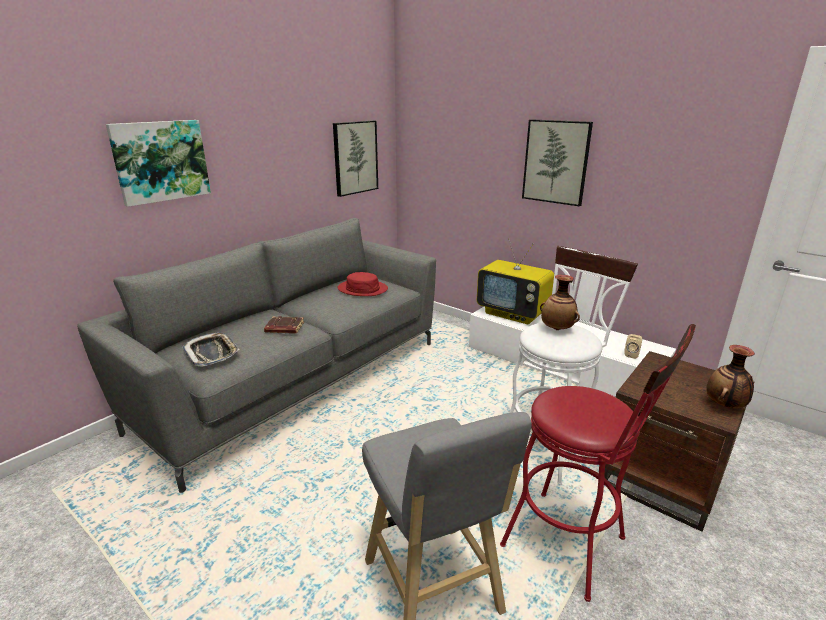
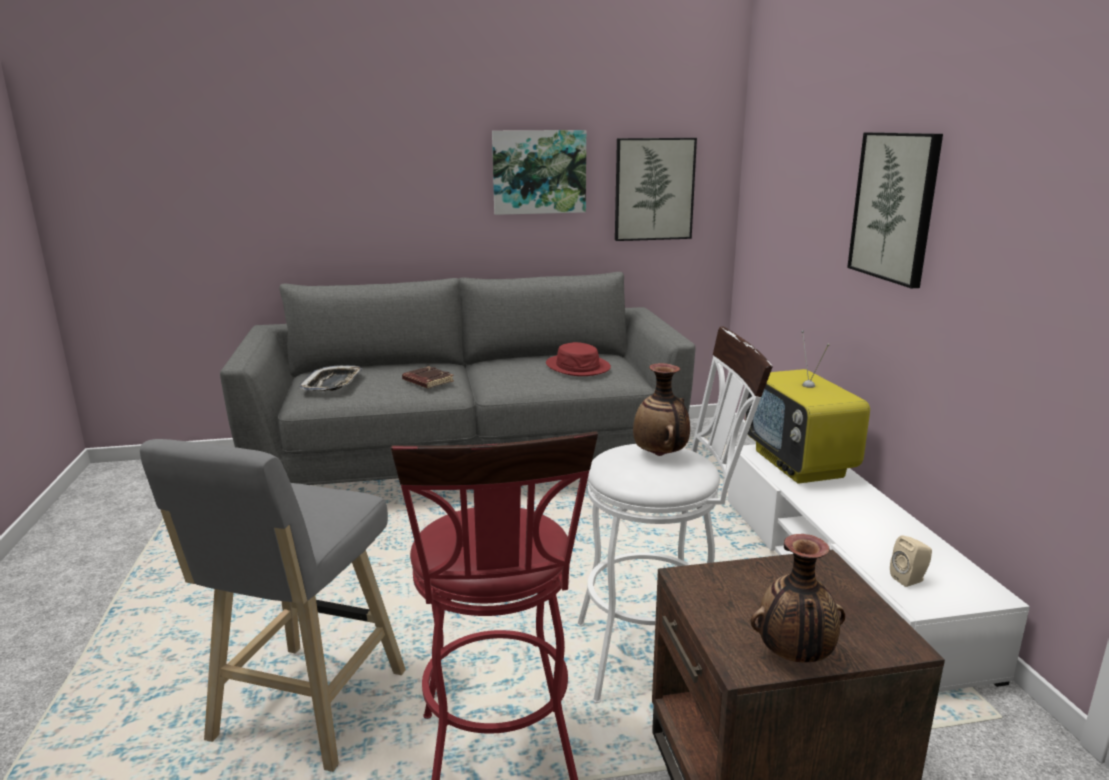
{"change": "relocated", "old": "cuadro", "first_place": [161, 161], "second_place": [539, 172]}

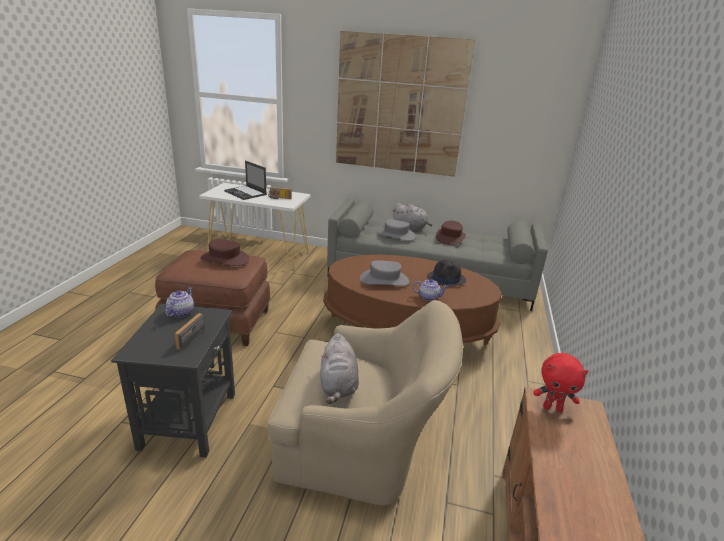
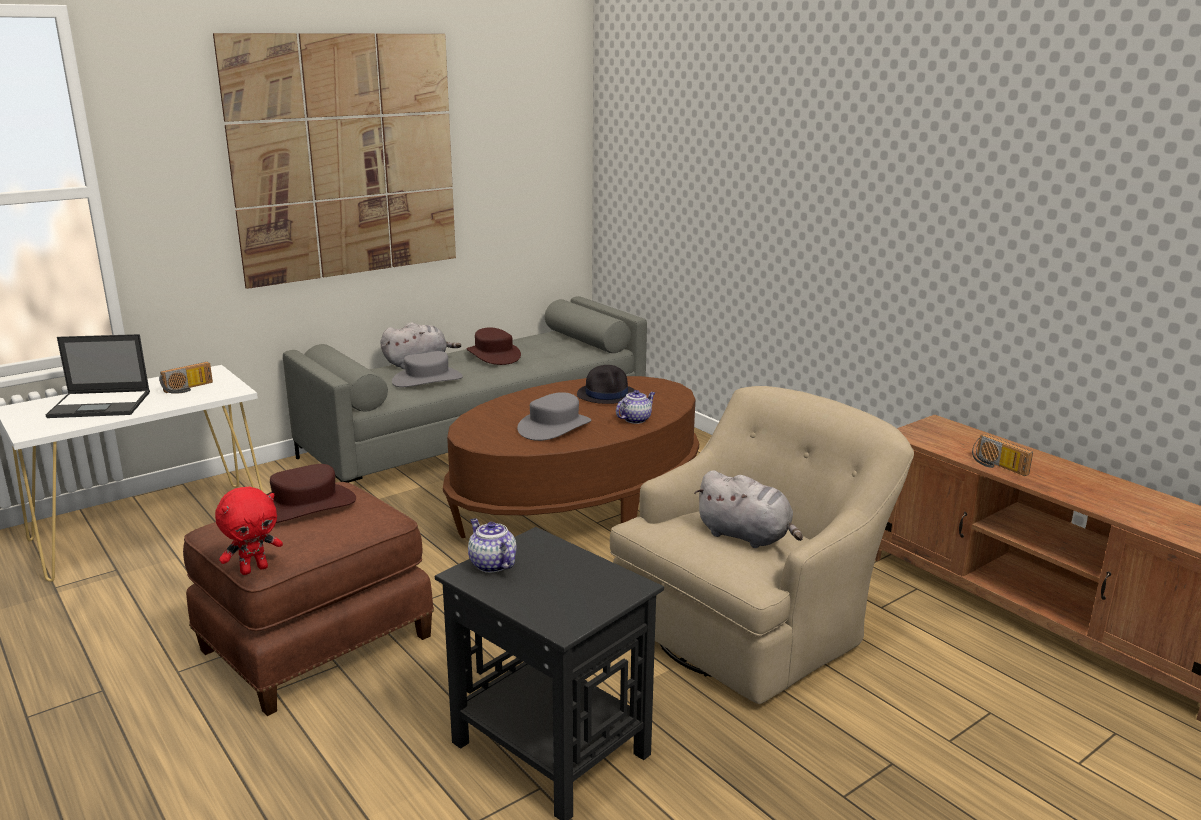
{"change": "relocated", "old": "radio", "first_place": [188, 337], "second_place": [997, 466]}
{"change": "relocated", "old": "peluche (rojo)", "first_place": [552, 408], "second_place": [254, 569]}

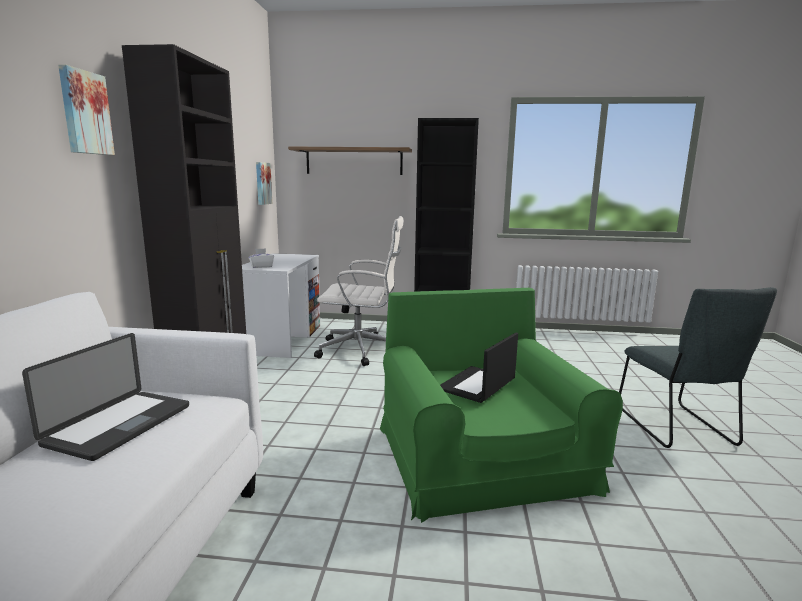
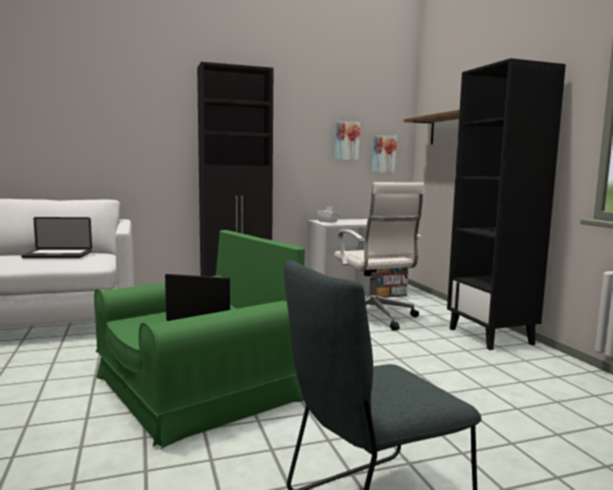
{"change": "relocated", "old": "cuadro", "first_place": [84, 113], "second_place": [346, 141]}

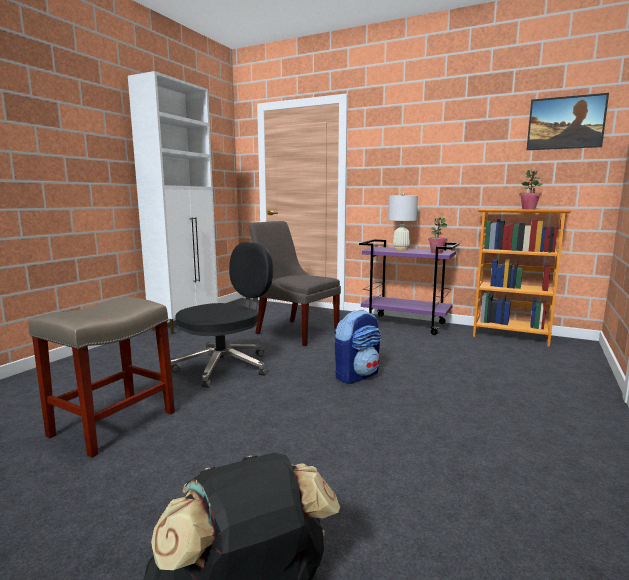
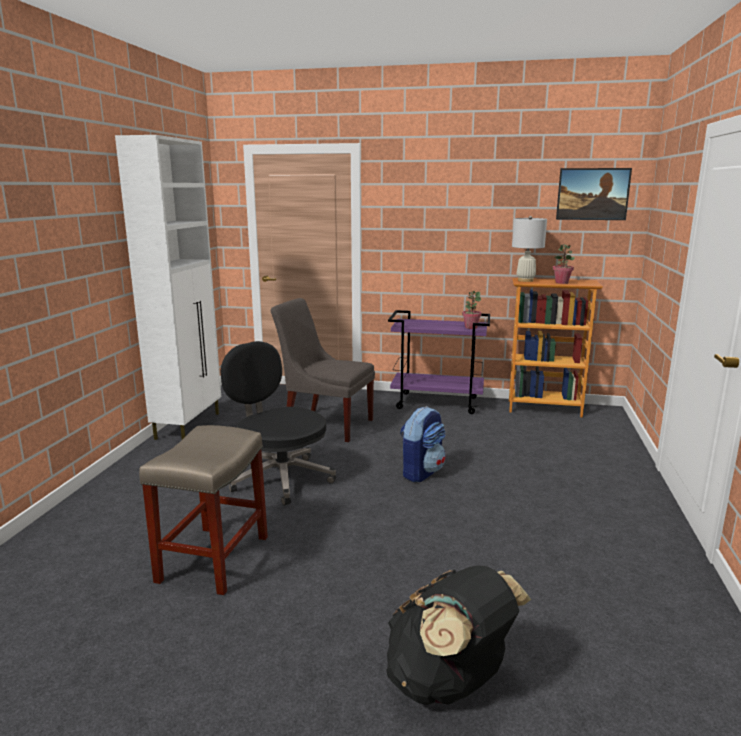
{"change": "relocated", "old": "lámpara de mesa (blanco)", "first_place": [401, 249], "second_place": [525, 280]}
{"change": "spun", "old": "silla de oficina (negro)", "first_place": [225, 367], "second_place": [280, 478], "degrees": -75}

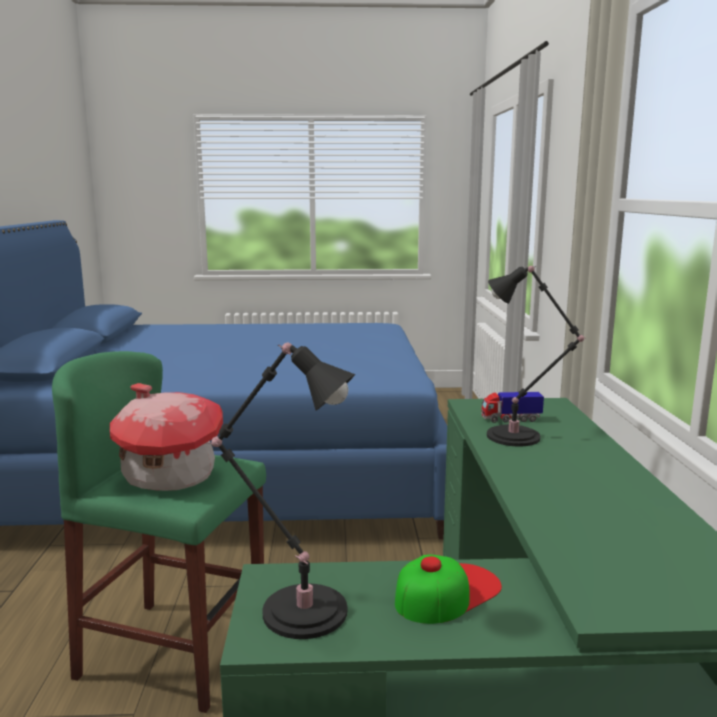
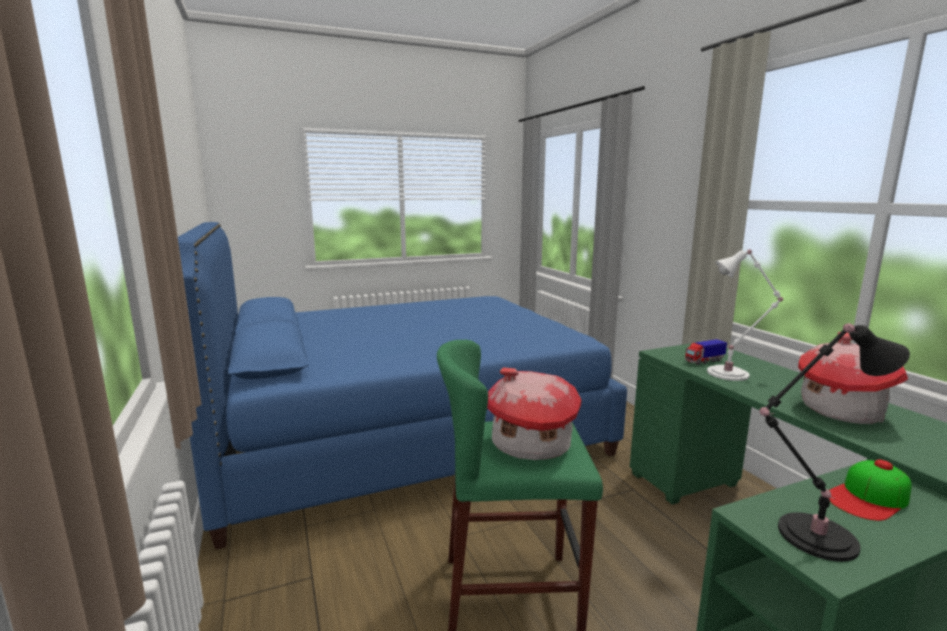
{"change": "colour", "old": "lámpara de mesa (negro)", "new": "lámpara de mesa (blanco)", "first_place": [518, 437], "second_place": [731, 373]}
{"change": "spun", "old": "gorra", "first_place": [447, 592], "second_place": [868, 497], "degrees": -150}
{"change": "appeared", "new": "casita", "second_place": [841, 410]}

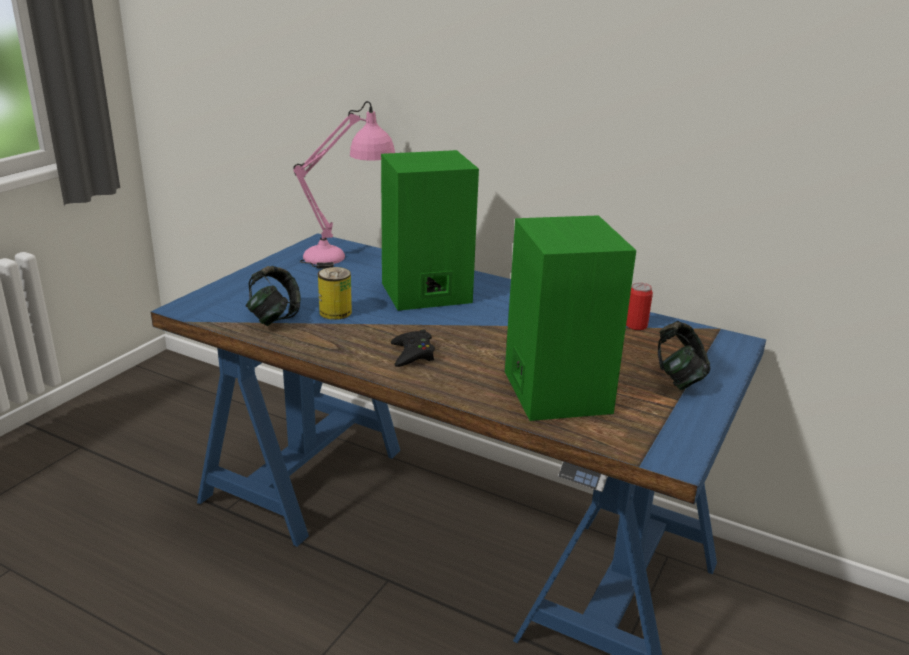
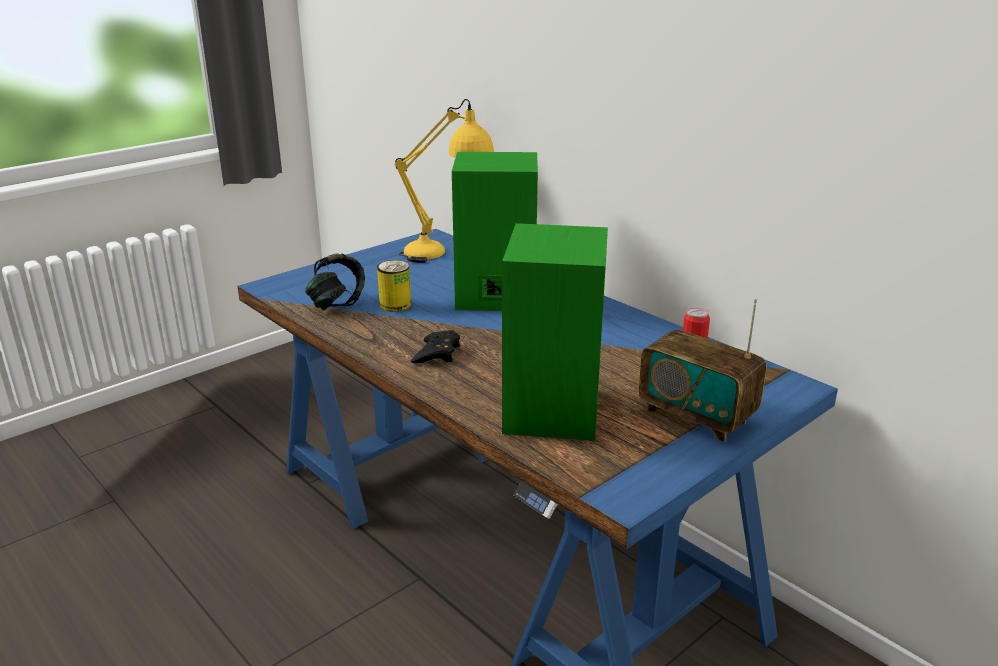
{"change": "colour", "old": "lámpara de mesa (rosa)", "new": "lámpara de mesa (amarillo)", "first_place": [347, 256], "second_place": [446, 253]}
{"change": "exchanged", "old": "auriculares", "new": "radio", "first_place": [679, 379], "second_place": [696, 416]}

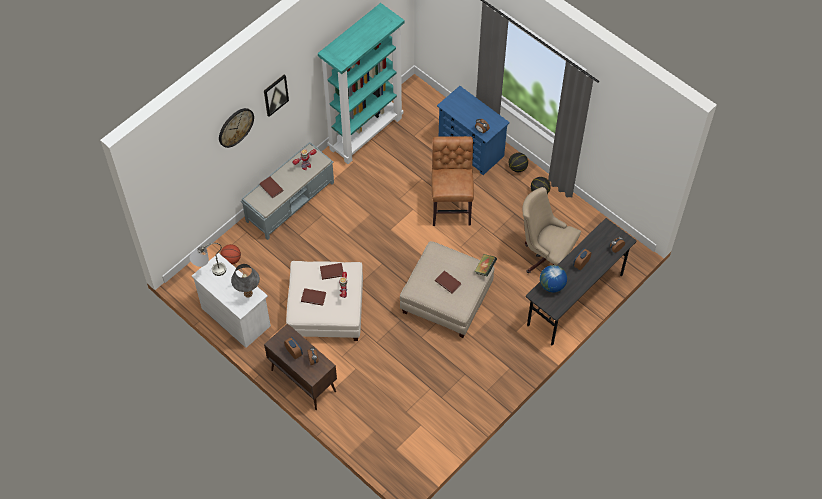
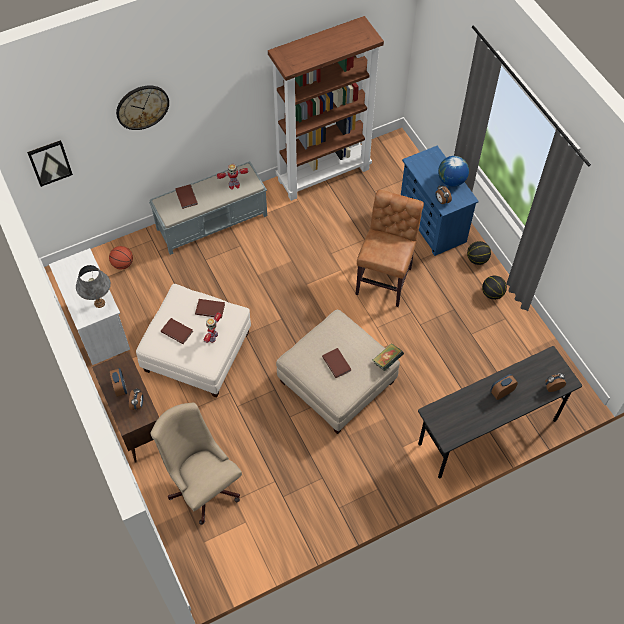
{"change": "colour", "old": "estantería (turquesa)", "new": "estantería (marrón)", "first_place": [365, 133], "second_place": [324, 174]}
{"change": "relocated", "old": "cuadro", "first_place": [275, 95], "second_place": [50, 162]}
{"change": "relocated", "old": "silla de oficina (beis)", "first_place": [545, 256], "second_place": [202, 484]}
{"change": "missing", "old": "lámpara de mesa (gris)", "first_place": [209, 271]}
{"change": "relocated", "old": "globo terráqueo", "first_place": [552, 285], "second_place": [451, 180]}

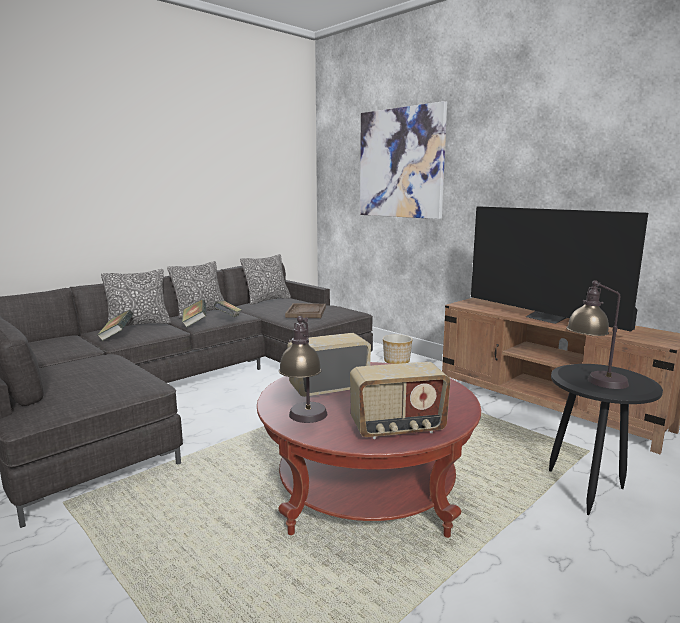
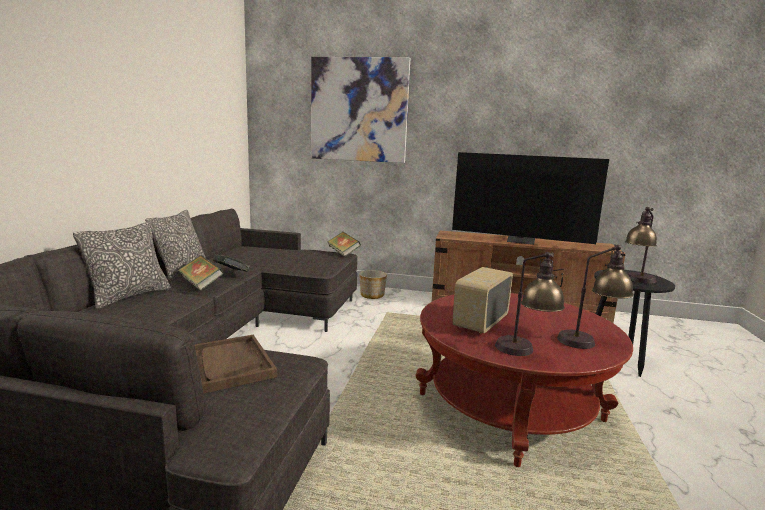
{"change": "missing", "old": "cojín", "first_place": [267, 300]}
{"change": "relocated", "old": "bandeja (marrón)", "first_place": [306, 312], "second_place": [229, 364]}
{"change": "relocated", "old": "libro", "first_place": [116, 336], "second_place": [343, 253]}
{"change": "exchanged", "old": "radio", "new": "lámpara de mesa", "first_place": [398, 429], "second_place": [589, 341]}

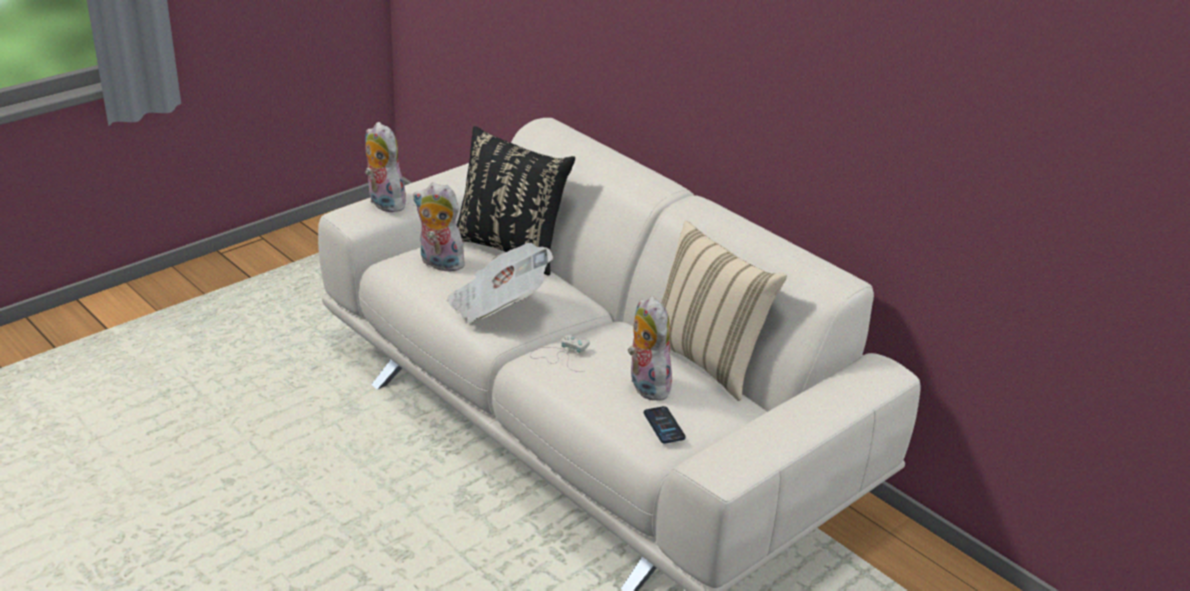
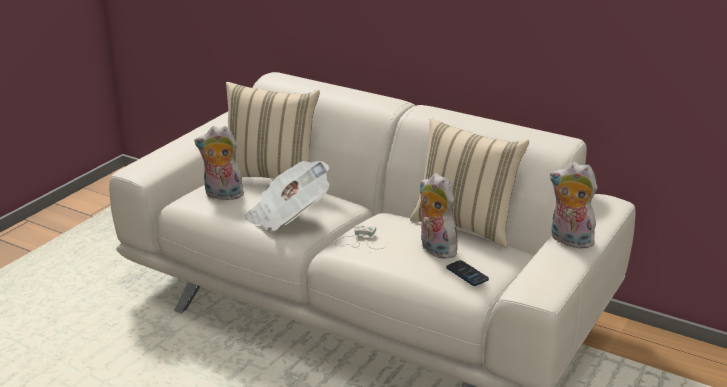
{"change": "relocated", "old": "peluche", "first_place": [383, 203], "second_place": [569, 241]}
{"change": "colour", "old": "cojín (negro)", "new": "cojín (beis)", "first_place": [511, 248], "second_place": [271, 176]}

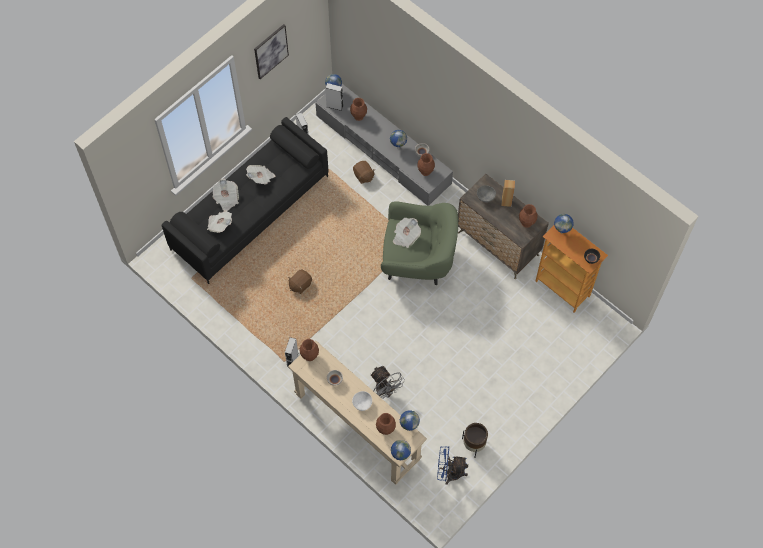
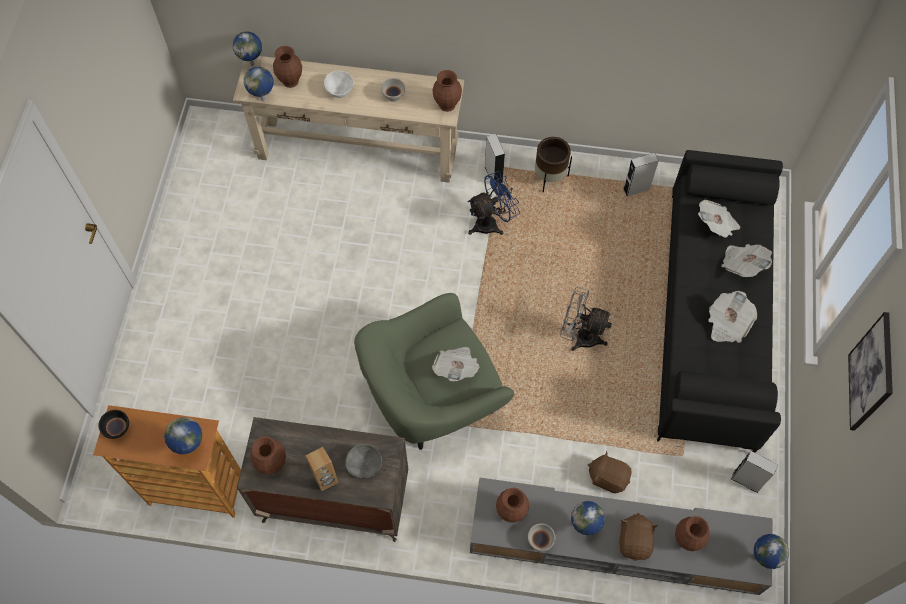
{"change": "relocated", "old": "altavoz (gris)", "first_place": [334, 106], "second_place": [636, 189]}
{"change": "relocated", "old": "peluche (marrón)", "first_place": [300, 284], "second_place": [635, 541]}
{"change": "relocated", "old": "ventilador (gris)", "first_place": [385, 391], "second_place": [580, 336]}
{"change": "relocated", "old": "maceta (marrón)", "first_place": [473, 445], "second_place": [549, 178]}
{"change": "relocated", "old": "ventilador (azul)", "first_place": [449, 473], "second_place": [491, 223]}

